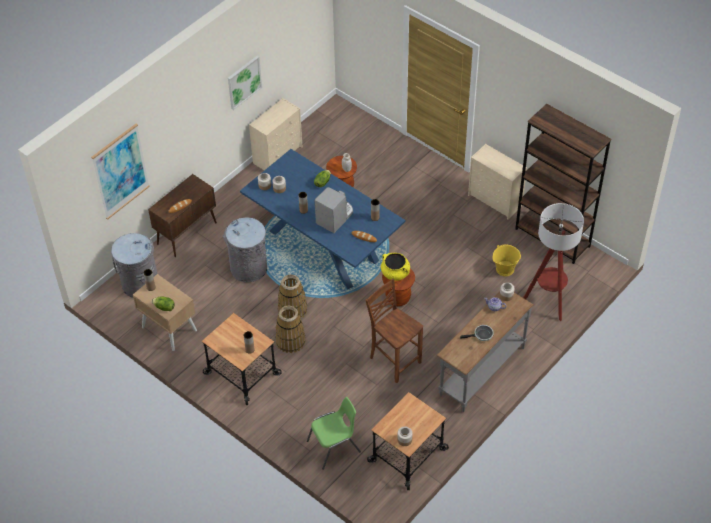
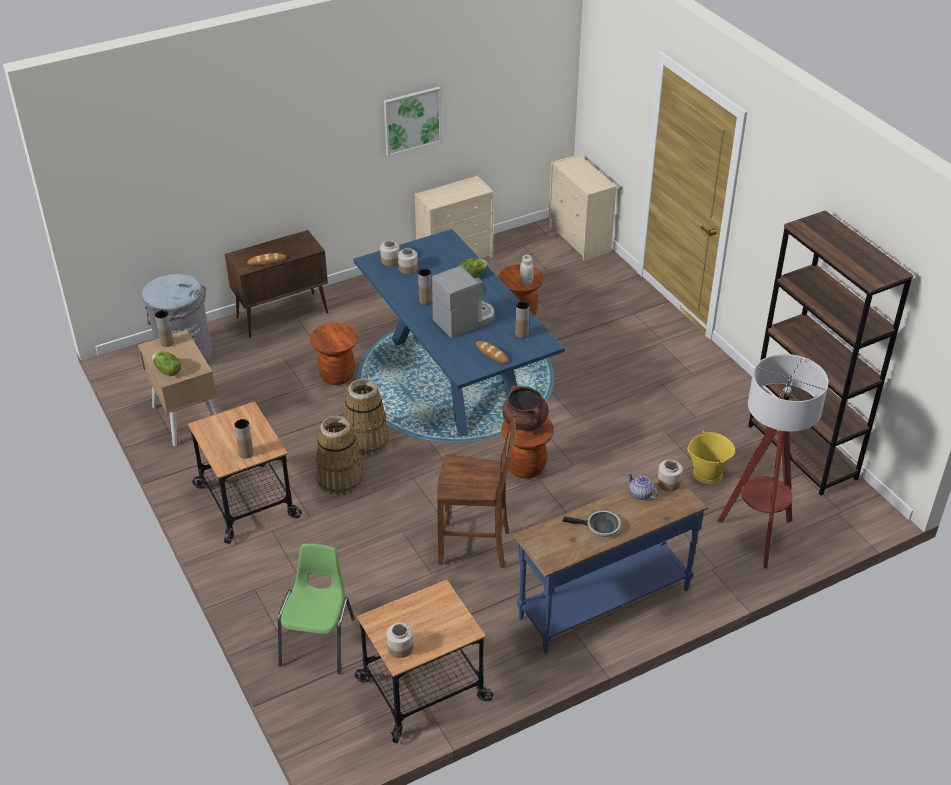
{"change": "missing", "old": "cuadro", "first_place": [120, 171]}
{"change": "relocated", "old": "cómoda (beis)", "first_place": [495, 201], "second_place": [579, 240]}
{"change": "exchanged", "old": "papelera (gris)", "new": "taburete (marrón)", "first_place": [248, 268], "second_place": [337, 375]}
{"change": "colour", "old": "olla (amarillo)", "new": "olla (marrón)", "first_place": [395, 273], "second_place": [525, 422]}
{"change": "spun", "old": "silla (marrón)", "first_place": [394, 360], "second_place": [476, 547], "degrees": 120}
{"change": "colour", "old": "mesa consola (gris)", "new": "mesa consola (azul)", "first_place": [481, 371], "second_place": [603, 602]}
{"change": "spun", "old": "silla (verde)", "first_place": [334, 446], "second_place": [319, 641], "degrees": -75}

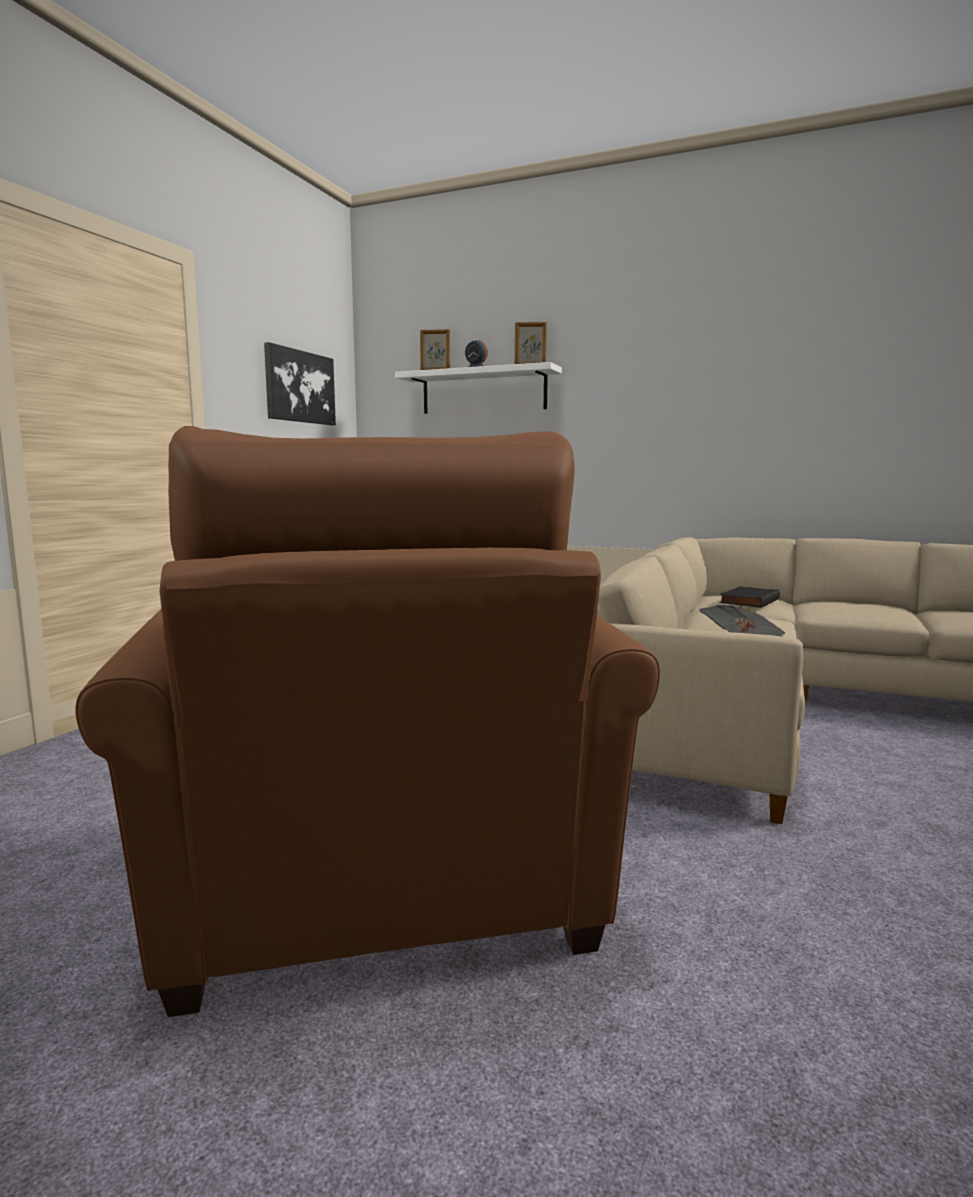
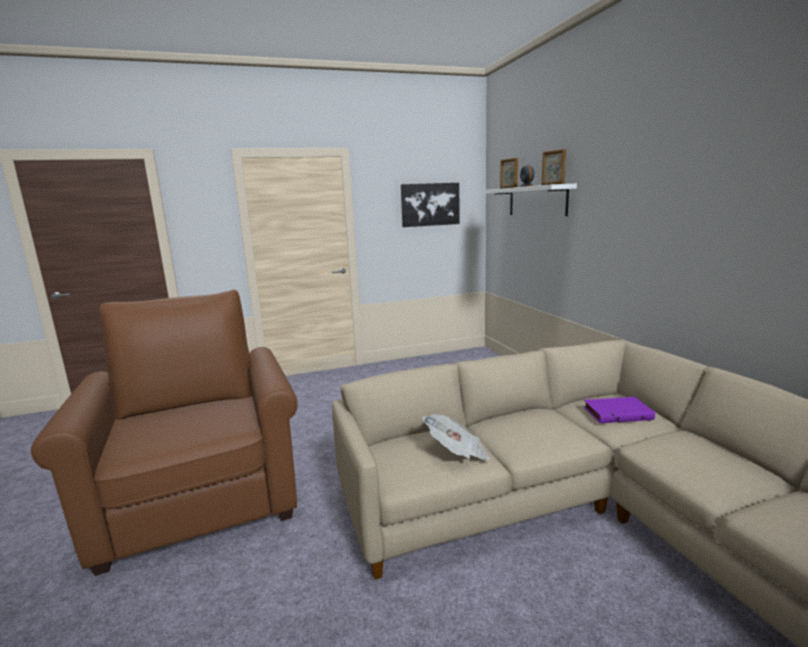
{"change": "spun", "old": "sillón (marrón)", "first_place": [382, 895], "second_place": [202, 496], "degrees": 120}
{"change": "colour", "old": "libro (negro)", "new": "libro (morado)", "first_place": [748, 601], "second_place": [617, 413]}

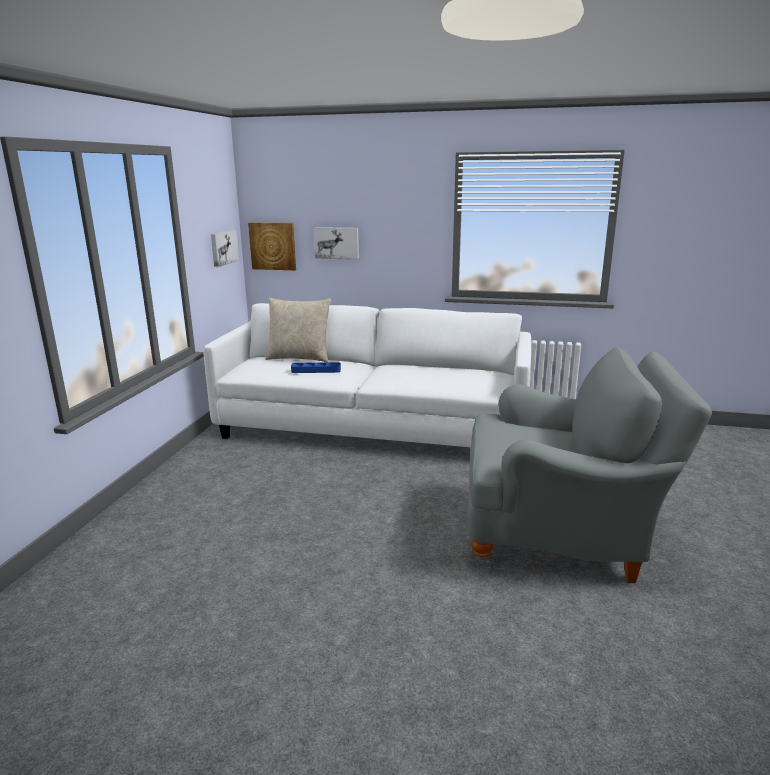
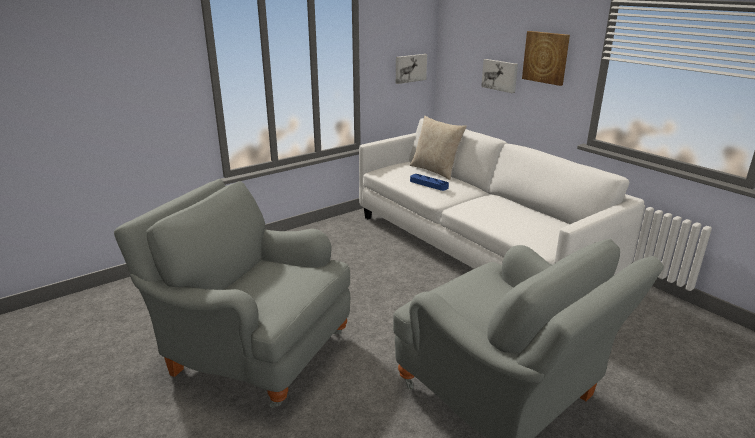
{"change": "relocated", "old": "cuadro", "first_place": [273, 246], "second_place": [546, 57]}
{"change": "appeared", "new": "sillón (gris)", "second_place": [253, 350]}

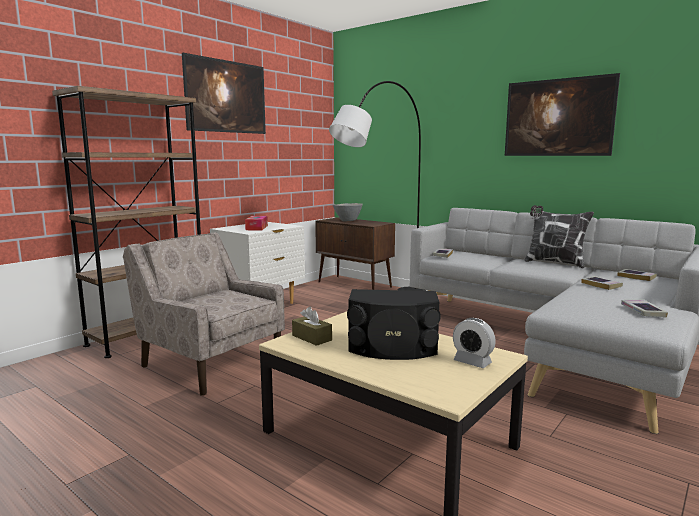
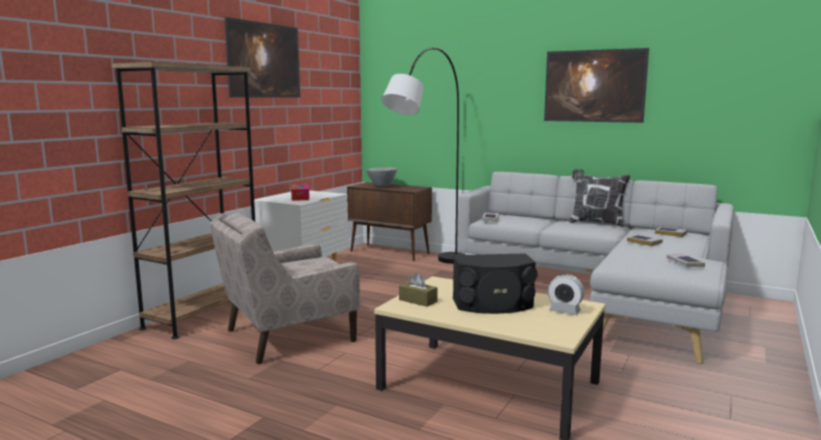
{"change": "spun", "old": "sillón (beis)", "first_place": [211, 363], "second_place": [288, 336], "degrees": -60}

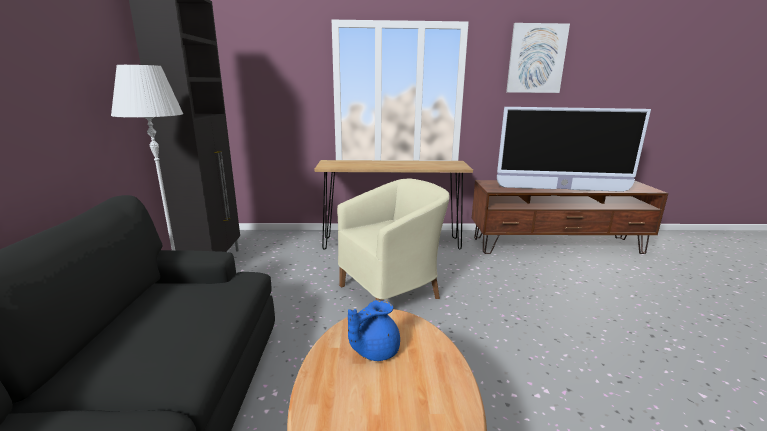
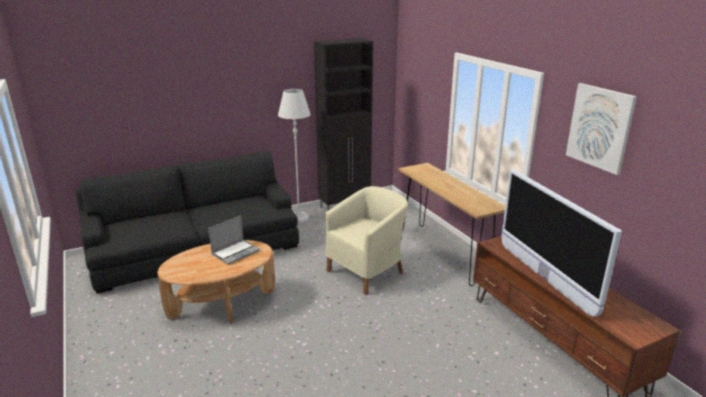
{"change": "spun", "old": "sillón (beis)", "first_place": [392, 292], "second_place": [367, 272], "degrees": -75}
{"change": "exchanged", "old": "tetera (azul)", "new": "portátil", "first_place": [374, 351], "second_place": [235, 252]}

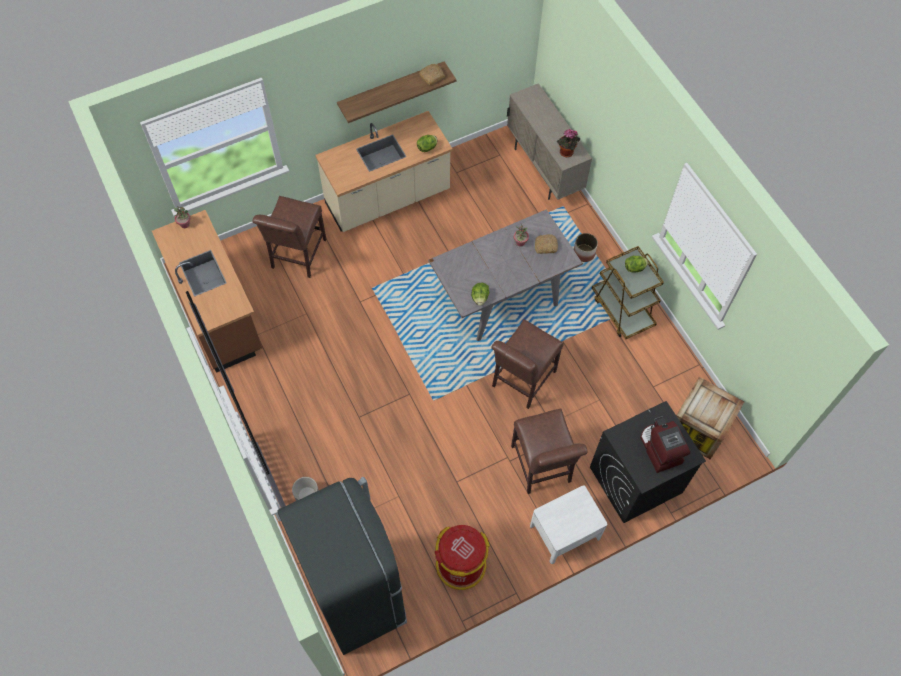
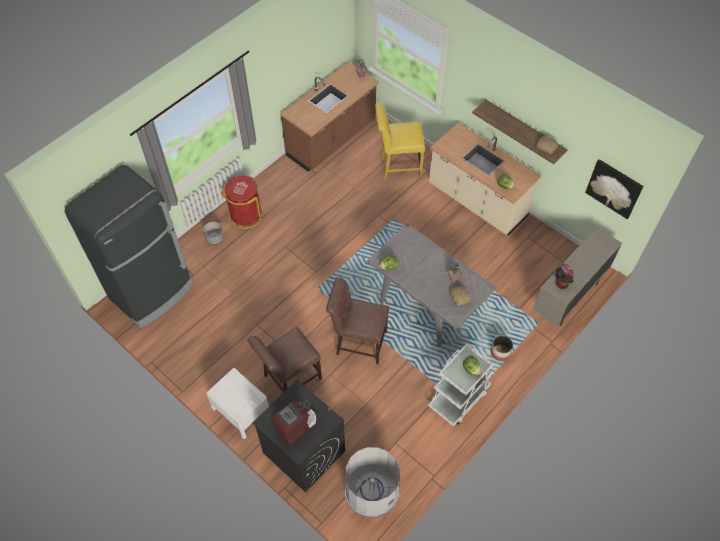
{"change": "colour", "old": "silla (marrón)", "new": "silla (amarillo)", "first_place": [297, 256], "second_place": [397, 165]}
{"change": "colour", "old": "carrito (marrón)", "new": "carrito (blanco)", "first_place": [622, 310], "second_place": [458, 398]}
{"change": "exchanged", "old": "caja de embalaje", "new": "papelera (gris)", "first_place": [699, 427], "second_place": [371, 491]}
{"change": "relocated", "old": "papelera (rojo)", "first_place": [460, 565], "second_place": [245, 214]}
{"change": "appeared", "new": "cuadro", "second_place": [614, 188]}

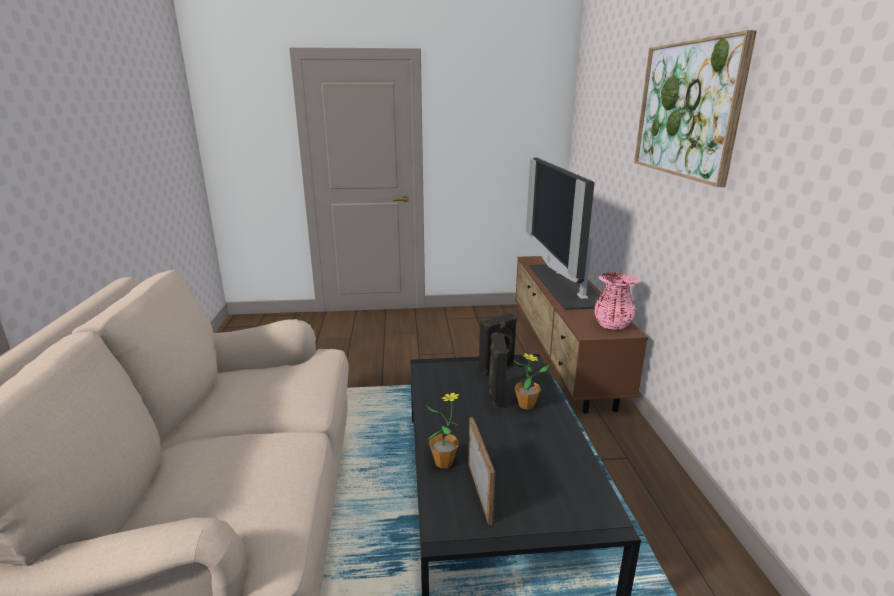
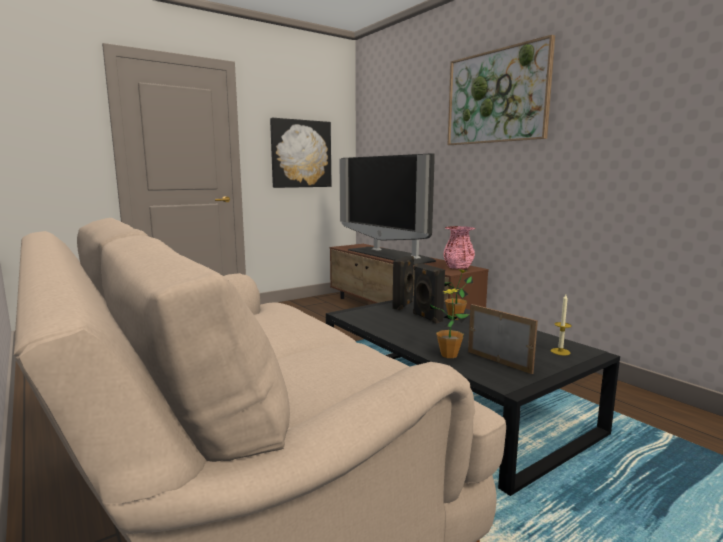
{"change": "appeared", "new": "cuadro", "second_place": [301, 154]}
{"change": "appeared", "new": "vela", "second_place": [560, 351]}

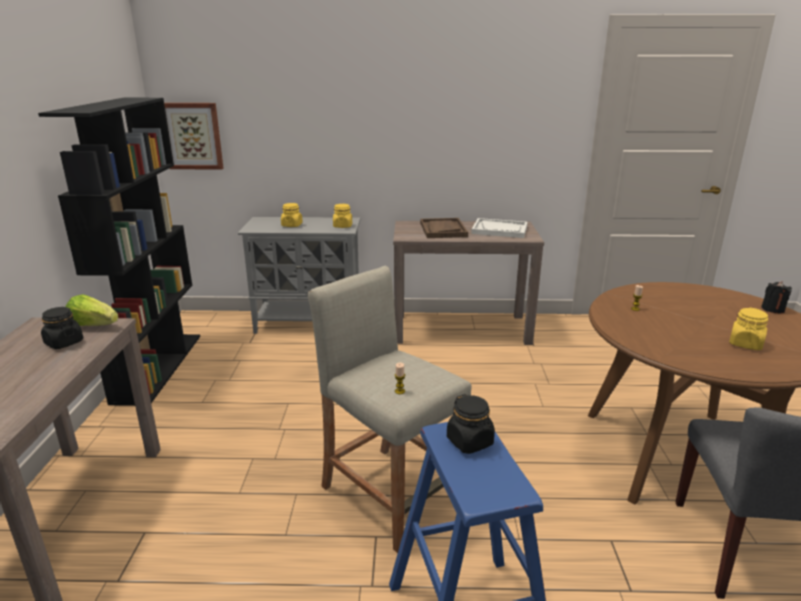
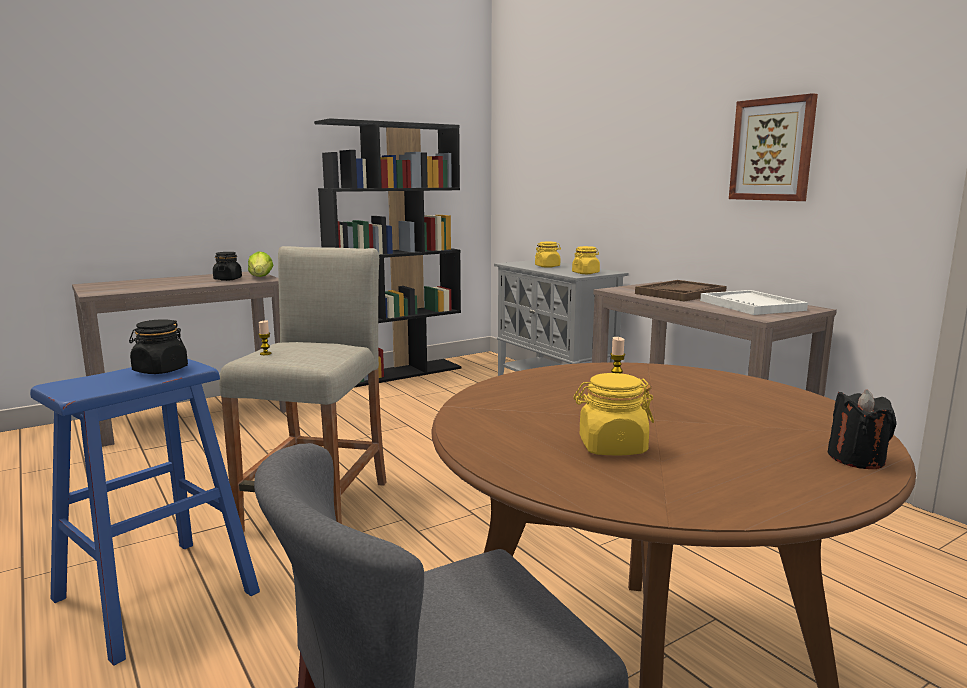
{"change": "relocated", "old": "cuadro", "first_place": [193, 136], "second_place": [772, 149]}

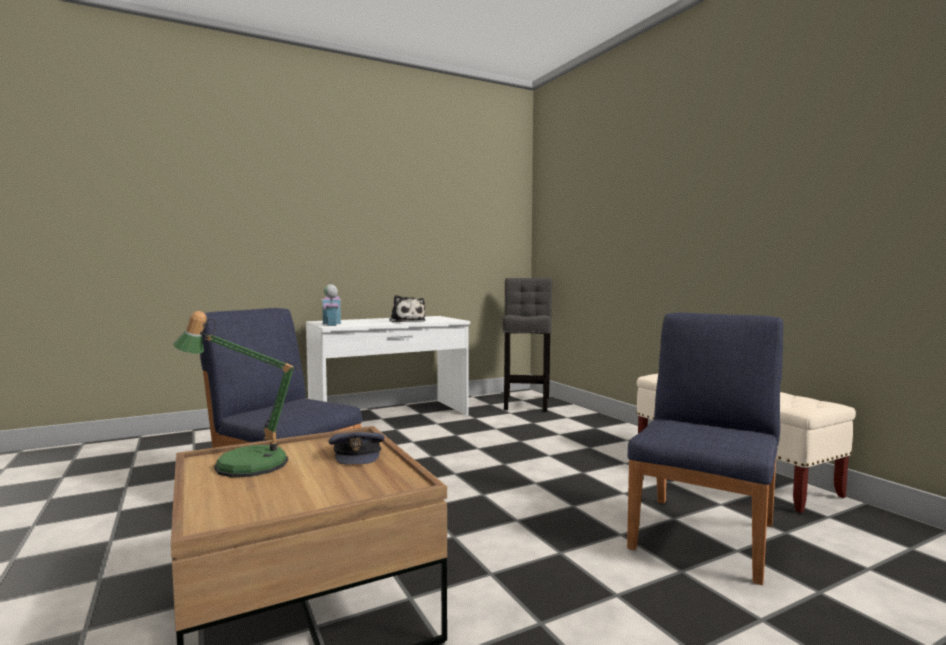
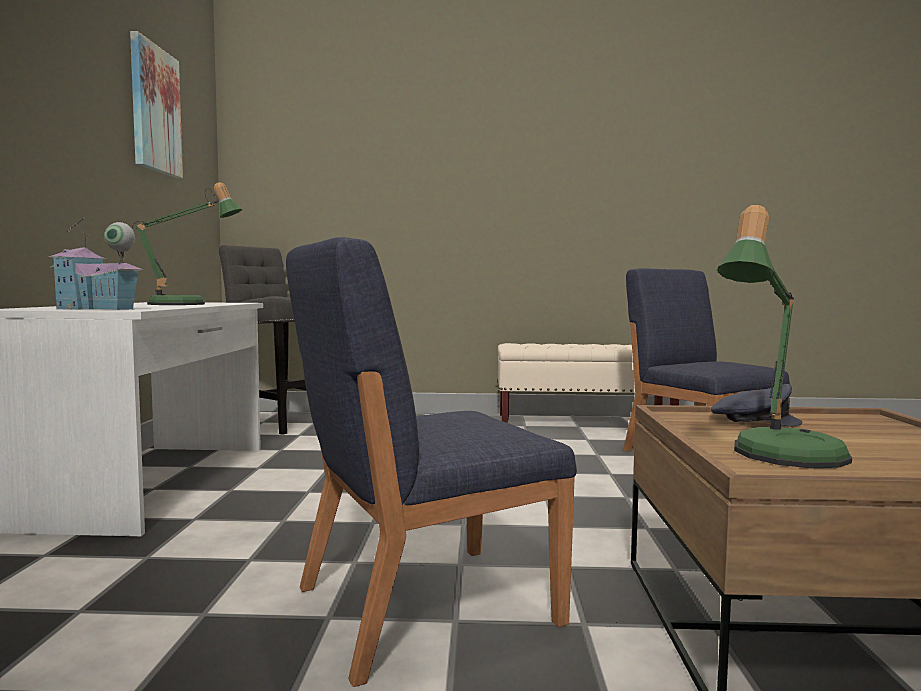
{"change": "exchanged", "old": "peluche", "new": "lámpara de mesa", "first_place": [406, 321], "second_place": [186, 304]}
{"change": "appeared", "new": "cuadro", "second_place": [154, 109]}

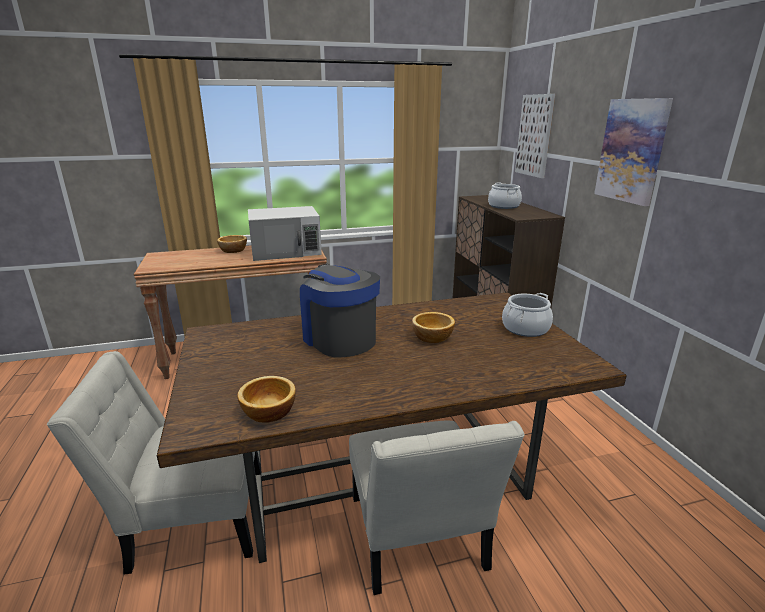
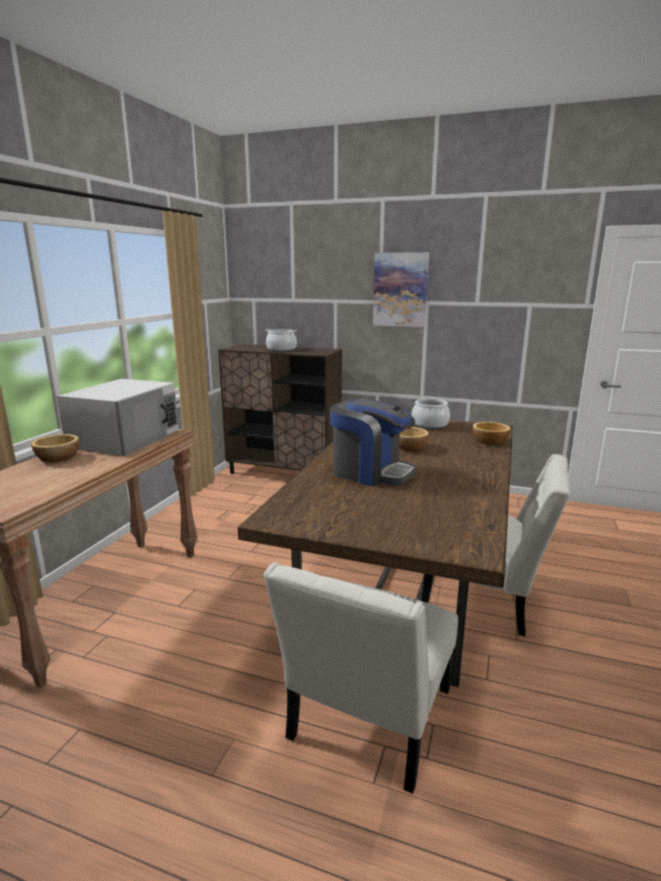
{"change": "missing", "old": "cuadro", "first_place": [534, 135]}
{"change": "spun", "old": "cafetera", "first_place": [339, 338], "second_place": [370, 472], "degrees": -150}
{"change": "relocated", "old": "cuenco", "first_place": [268, 411], "second_place": [489, 441]}

